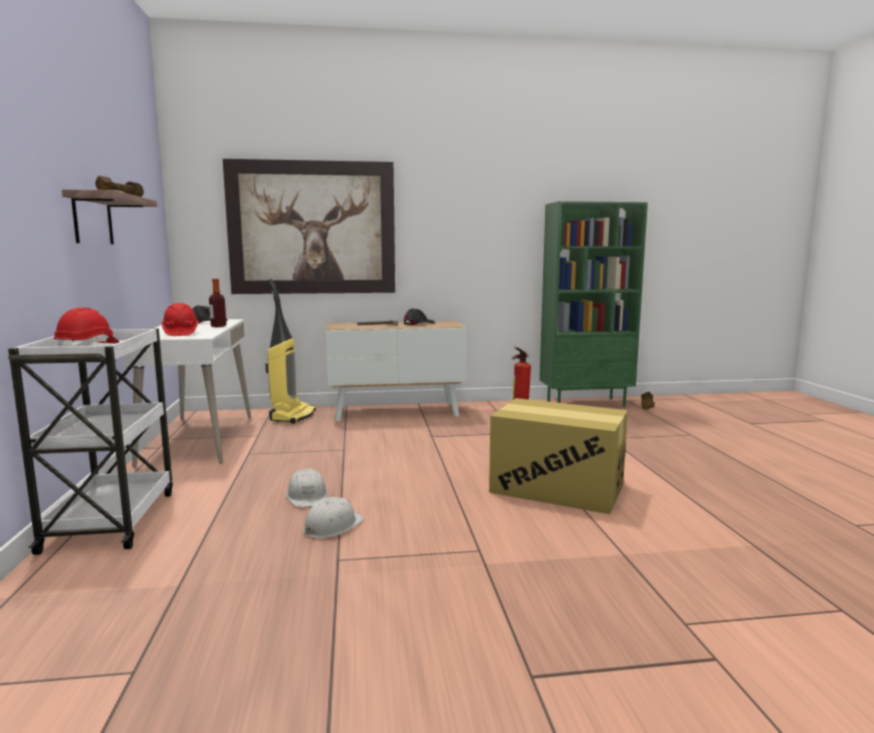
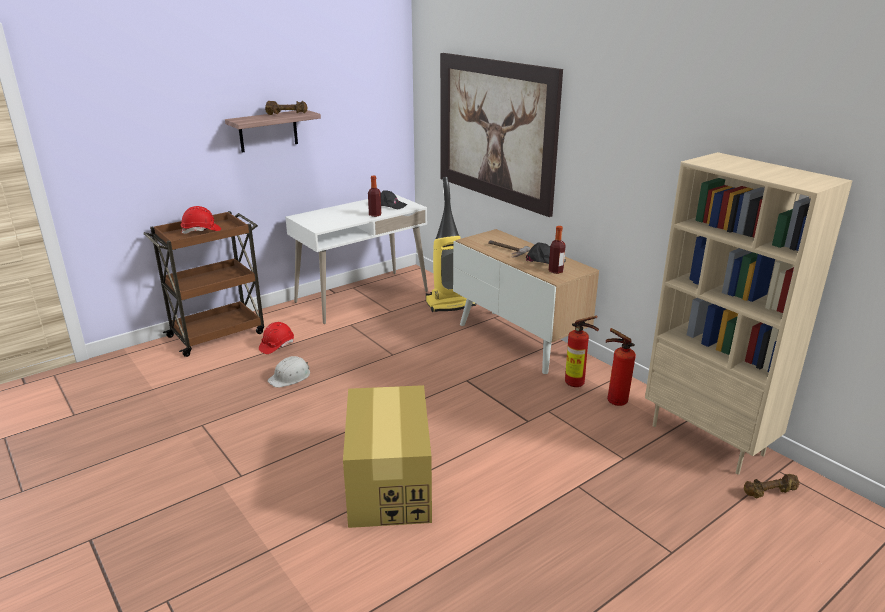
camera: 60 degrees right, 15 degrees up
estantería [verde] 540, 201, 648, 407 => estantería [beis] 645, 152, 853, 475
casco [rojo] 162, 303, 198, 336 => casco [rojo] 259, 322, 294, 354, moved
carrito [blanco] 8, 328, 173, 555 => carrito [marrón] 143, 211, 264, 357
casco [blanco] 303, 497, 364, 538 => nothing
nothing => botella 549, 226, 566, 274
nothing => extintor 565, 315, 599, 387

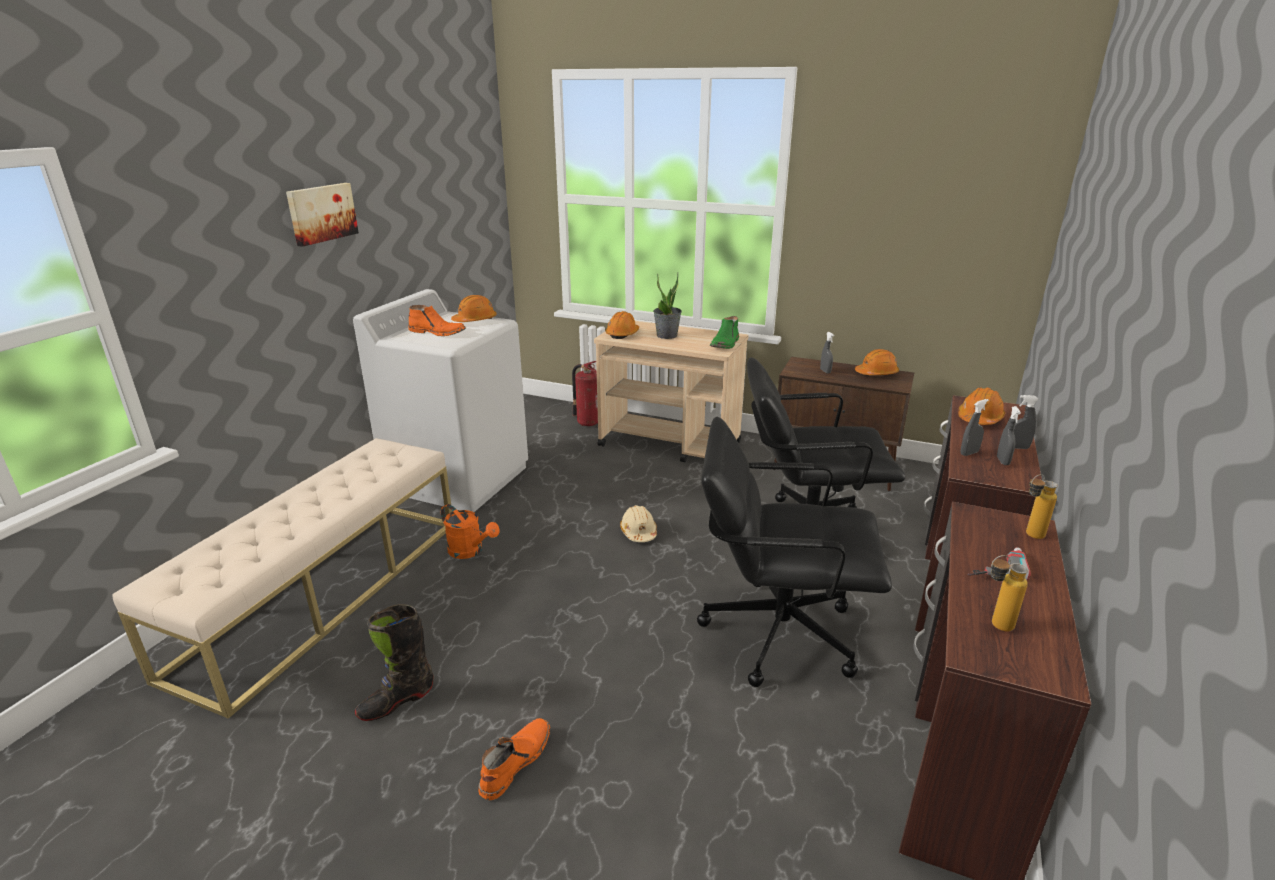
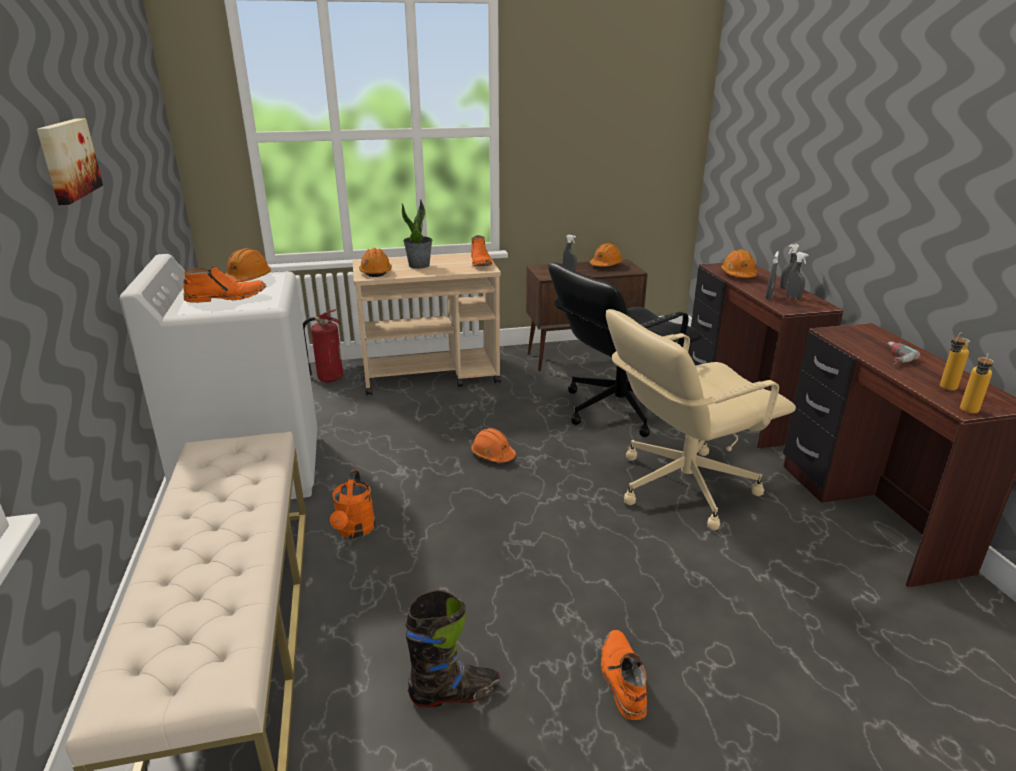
camera: 35 degrees left, 0 degrees up
bota [verde] 710, 316, 739, 349 => bota [naranja] 471, 235, 492, 266
silla de oficina [negro] 697, 417, 892, 687 => silla de oficina [beis] 606, 309, 796, 530
botella 1026, 474, 1058, 539 => botella 960, 353, 994, 414, moved
regadera [naranja] 441, 504, 500, 559 => regadera [naranja] 330, 470, 376, 538, 90 degrees clockwise
casco [beis] 620, 505, 657, 542 => casco [naranja] 471, 428, 516, 463
bota [negro] 355, 604, 434, 721 => bota [negro] 406, 590, 500, 708, 120 degrees counterclockwise

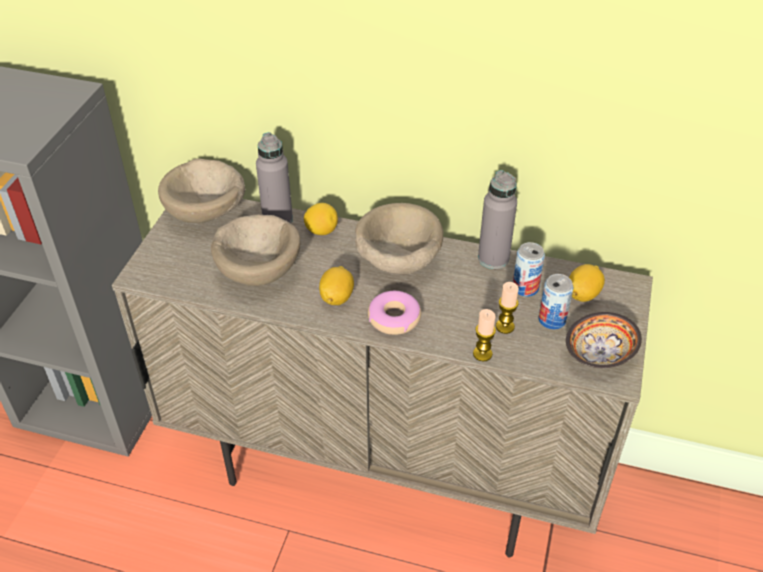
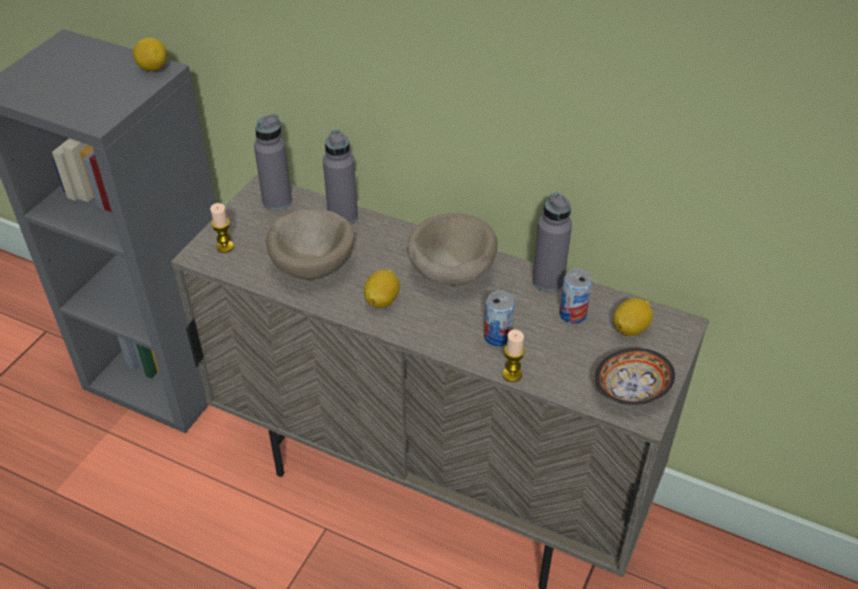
camera: 10 degrees right, 0 degrees up
cuenco [beis] 158, 158, 245, 223 => botella [gris] 254, 114, 292, 211
limón 304, 203, 338, 235 => limón 133, 38, 167, 71, moved
lata 538, 274, 574, 330 => lata 484, 291, 515, 346, moved
vela 496, 282, 519, 334 => vela 210, 203, 234, 253, moved
rosquilla 368, 291, 421, 335 => nothing

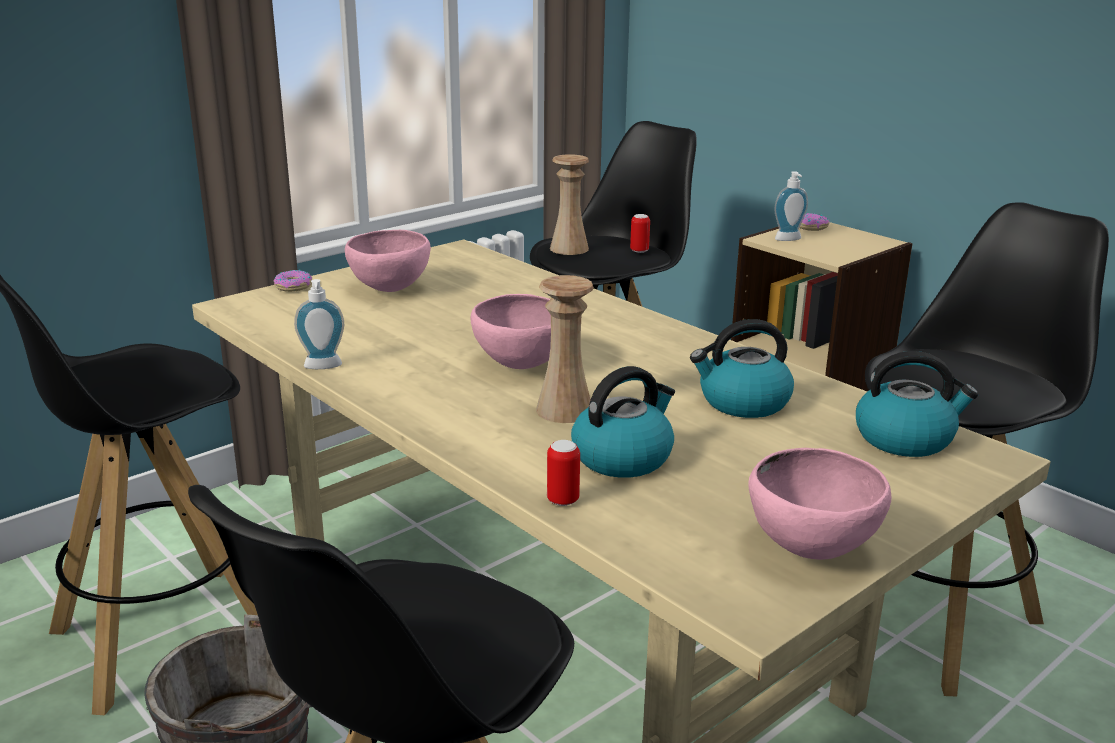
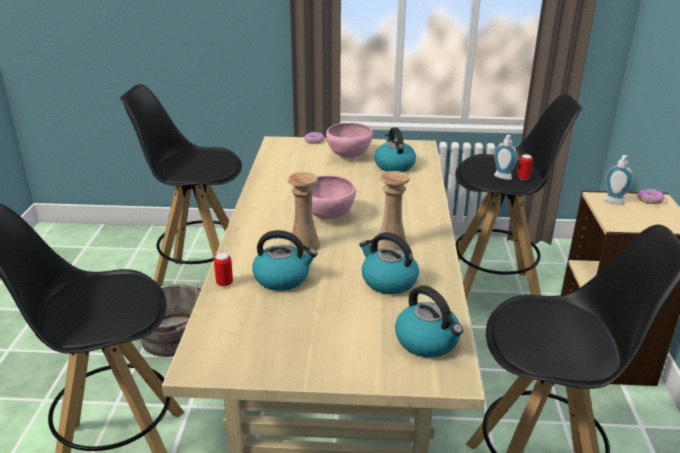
camera: 45 degrees right, 5 degrees up
florero [beis] 550, 154, 589, 255 => florero [beis] 377, 171, 410, 250, moved
dispensador de jabón 294, 279, 344, 369 => dispensador de jabón 494, 135, 518, 180, moved
cuenco [rosa] 748, 448, 891, 560 => nothing
nothing => hervidor 374, 127, 416, 172

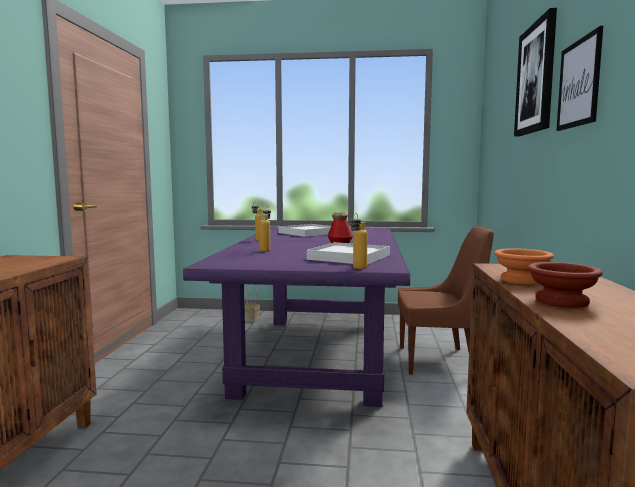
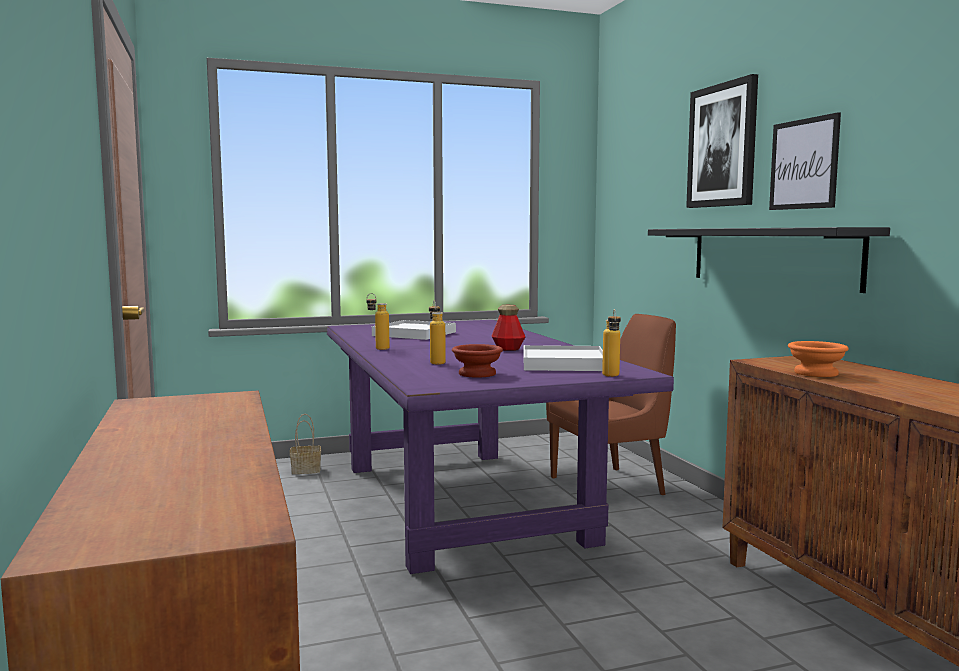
camera: 25 degrees left, 0 degrees up
cuenco [marrón] 528, 262, 603, 308 => cuenco [marrón] 452, 344, 503, 378, moved
nothing => estante [negro] 648, 227, 890, 293

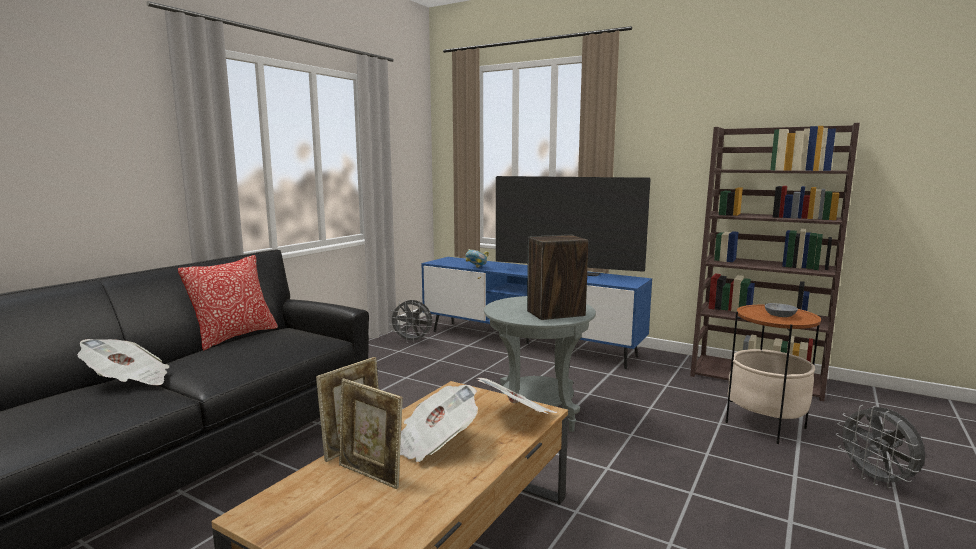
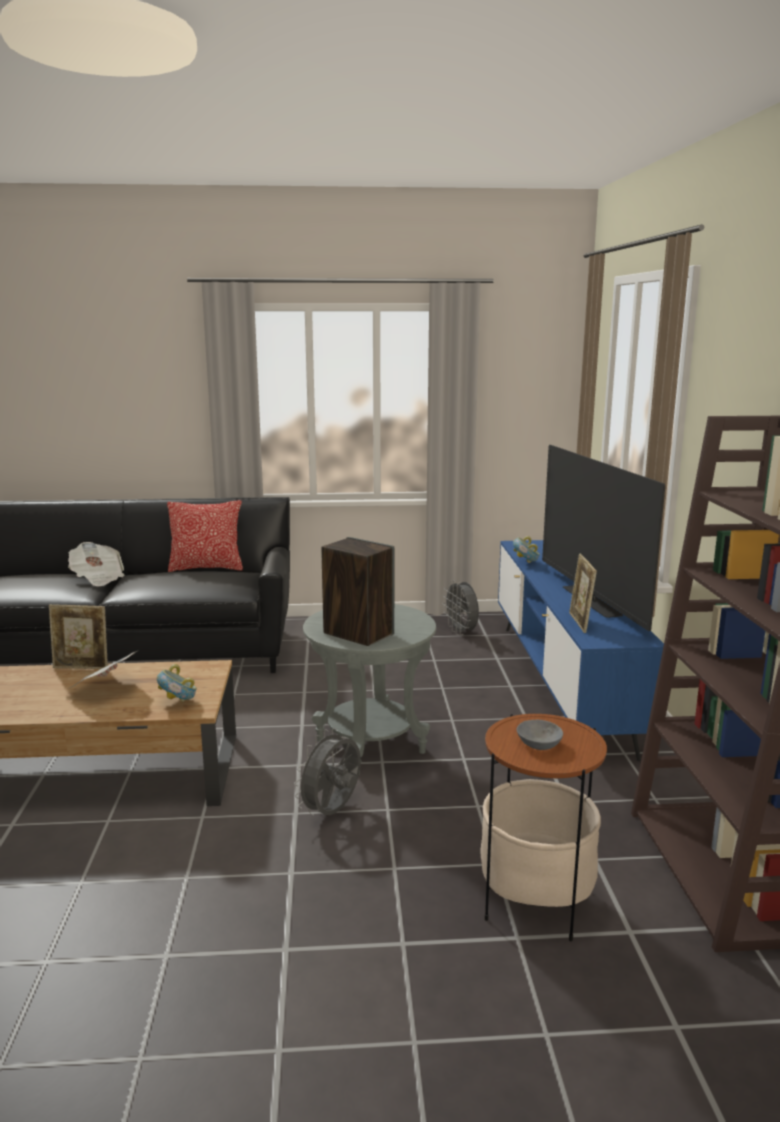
camera: 55 degrees right, 5 degrees up
portarretratos 339, 378, 403, 489 => portarretratos 569, 554, 597, 633, moved
periódico 477, 378, 558, 414 => cuenco 157, 664, 197, 702
ventilador [gris] 836, 405, 925, 488 => ventilador [gris] 294, 728, 361, 816, moved

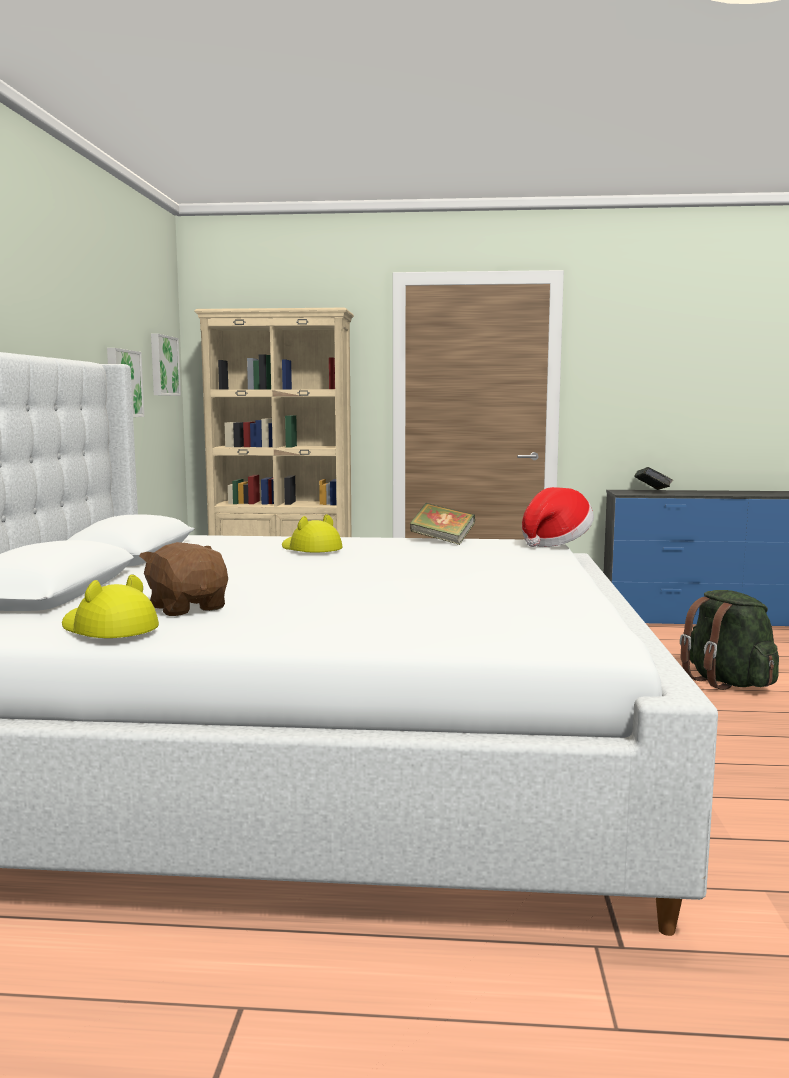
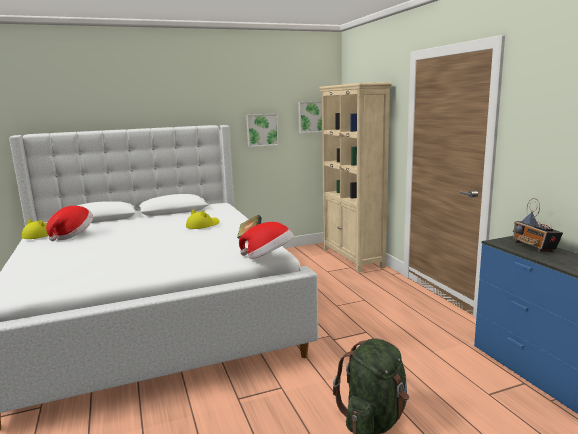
camera: 65 degrees right, 5 degrees up
libro 635, 467, 673, 490 => radio 513, 198, 563, 252
peluche [marrón] 139, 542, 228, 616 => sombrero 46, 206, 93, 241

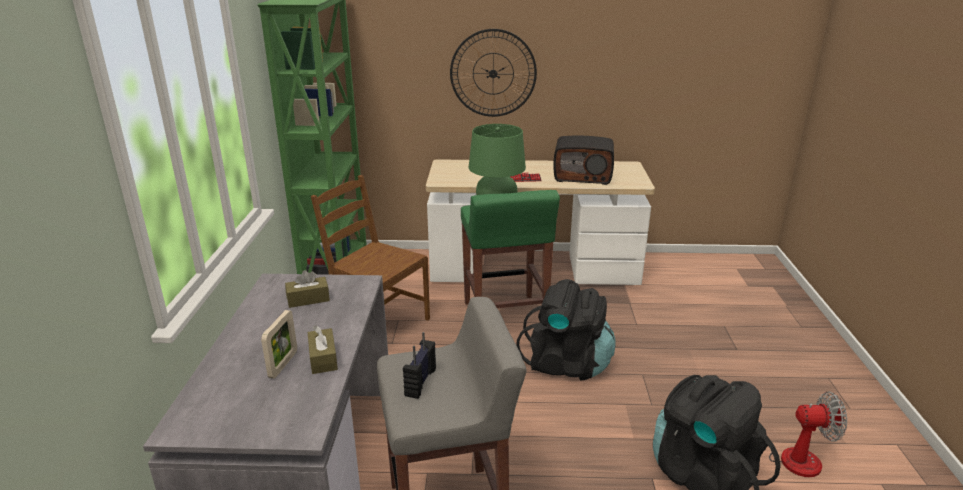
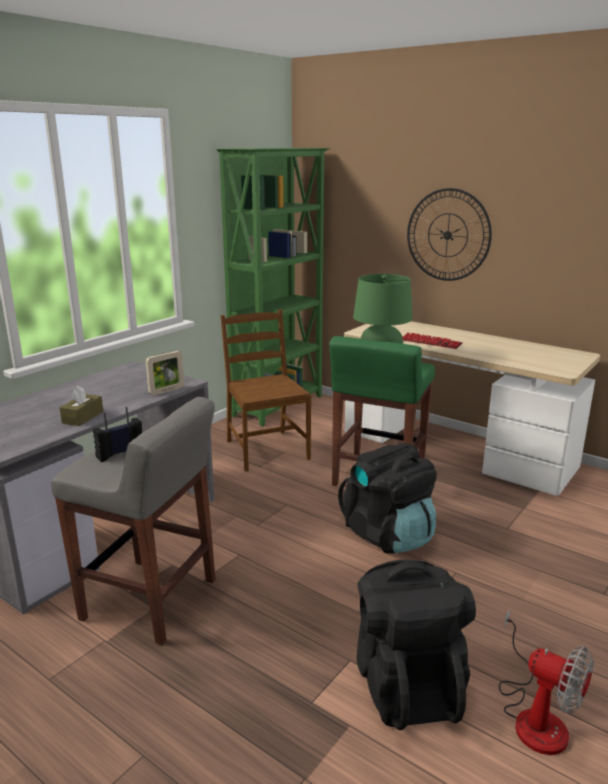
camera: 35 degrees right, 5 degrees down
radio 553, 136, 614, 185 => nothing
caja de pañuelos [marrón] 285, 270, 330, 308 => nothing
portarretratos 261, 310, 297, 379 => portarretratos 146, 351, 185, 396, moved

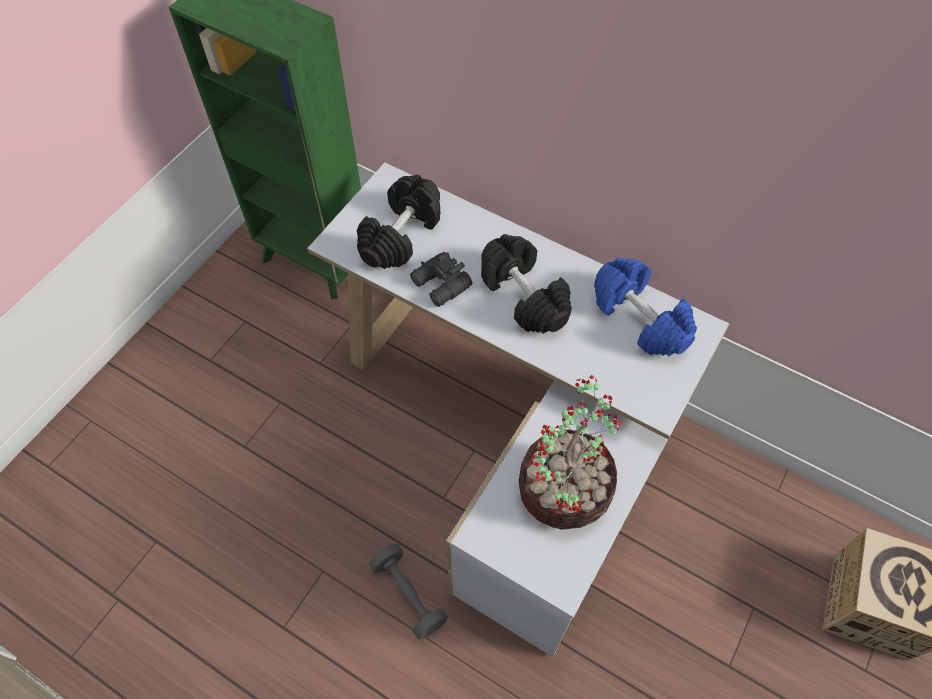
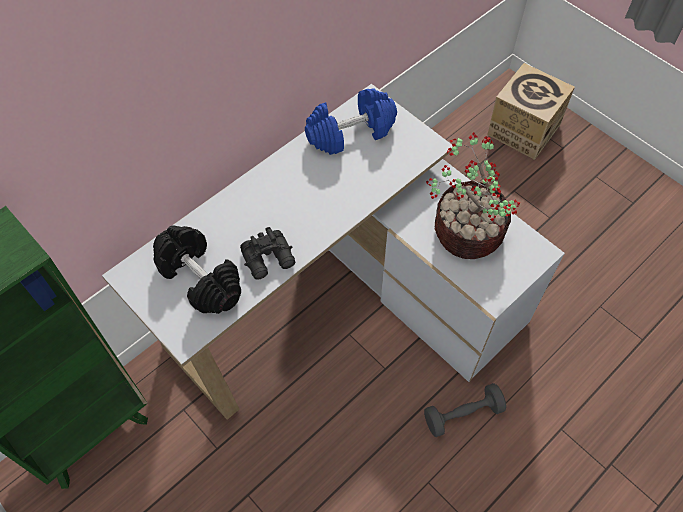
camera: 75 degrees left, 0 degrees up
mancuerna [negro] 481, 234, 572, 334 => nothing

